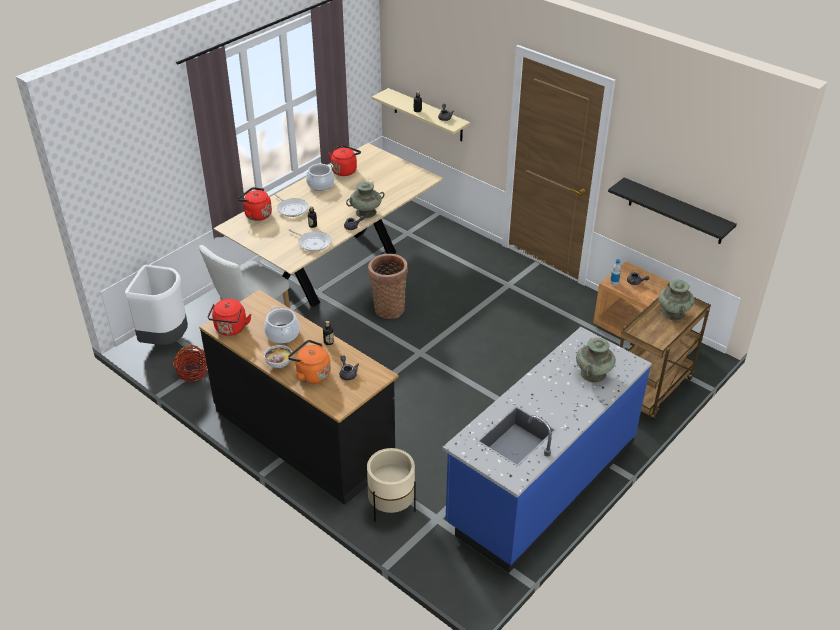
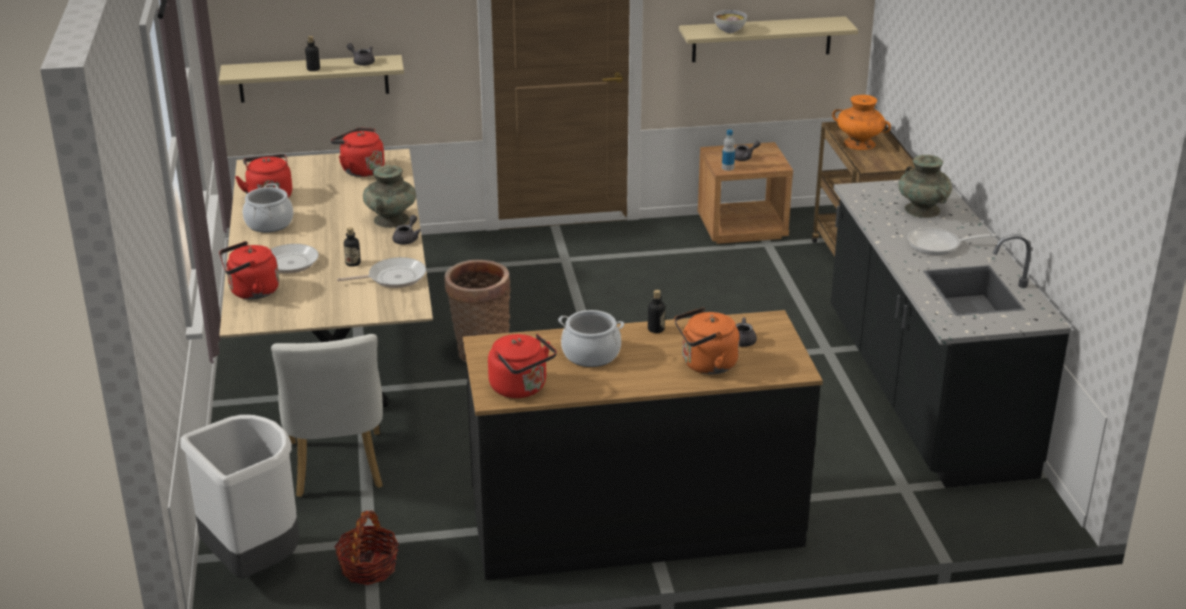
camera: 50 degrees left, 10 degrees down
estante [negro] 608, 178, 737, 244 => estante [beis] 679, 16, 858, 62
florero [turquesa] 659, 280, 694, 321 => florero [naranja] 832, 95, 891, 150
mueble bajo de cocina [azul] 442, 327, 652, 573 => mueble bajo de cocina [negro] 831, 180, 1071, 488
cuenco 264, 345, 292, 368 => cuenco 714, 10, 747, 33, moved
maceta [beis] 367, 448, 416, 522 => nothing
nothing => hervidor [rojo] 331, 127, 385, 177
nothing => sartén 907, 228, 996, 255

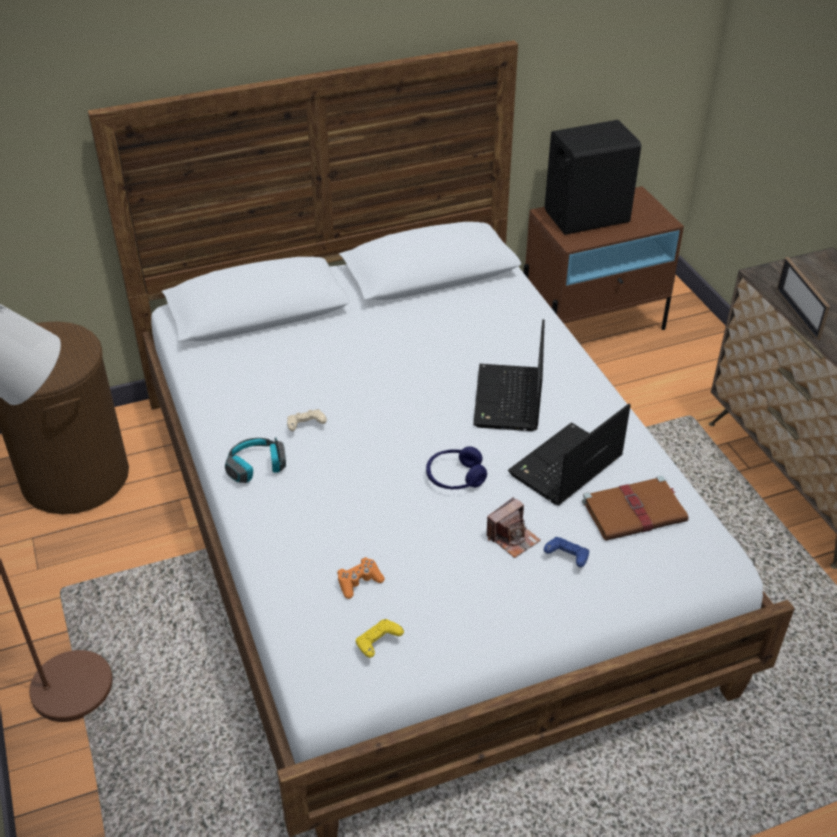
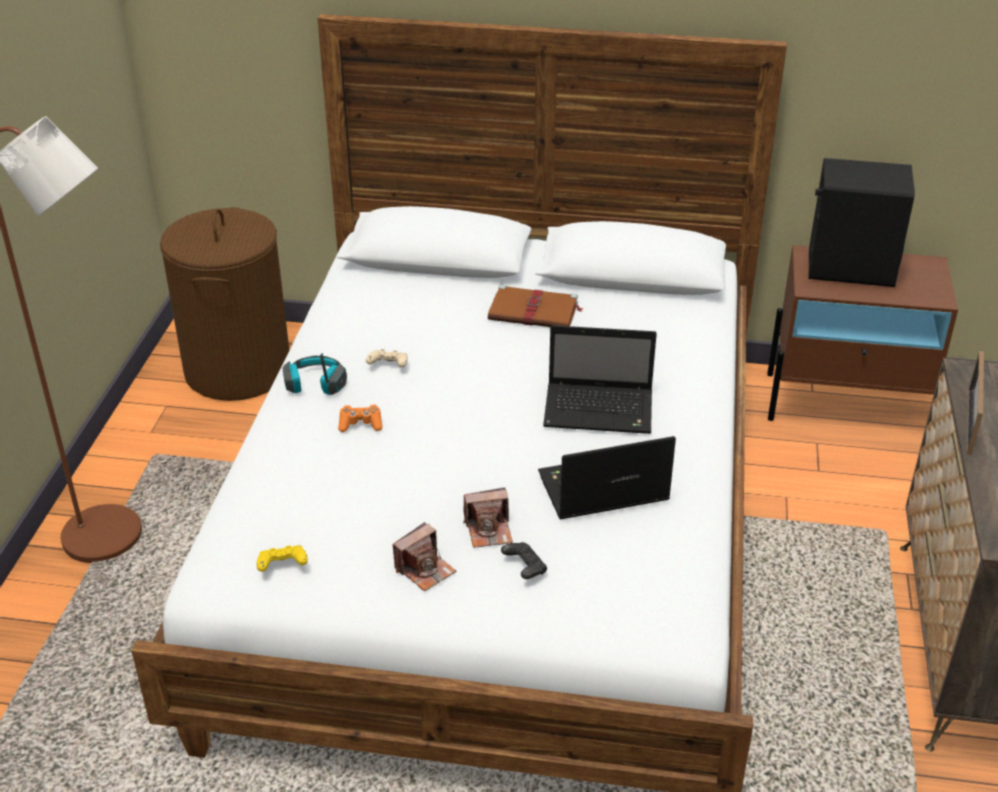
camera: 30 degrees right, 5 degrees down
portátil 473, 319, 545, 431 => portátil 543, 325, 657, 434, 120 degrees counterclockwise
auriculares [azul] 426, 446, 487, 490 => nothing
libro [marrón] 582, 476, 689, 541 => libro [marrón] 488, 285, 584, 327, moved
mando de consola [azul] 544, 537, 589, 567 => mando de consola [negro] 501, 542, 547, 579
mando de consola [naranja] 337, 557, 385, 599 => mando de consola [naranja] 338, 405, 382, 432, moved
nothing => cámara 393, 522, 456, 591

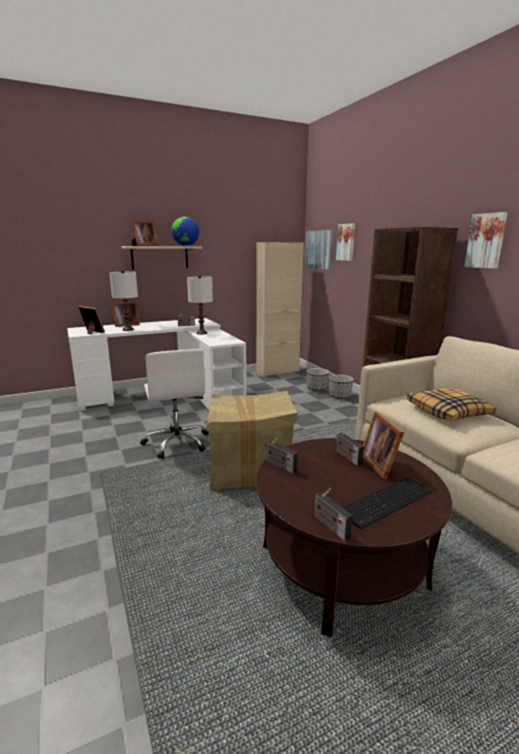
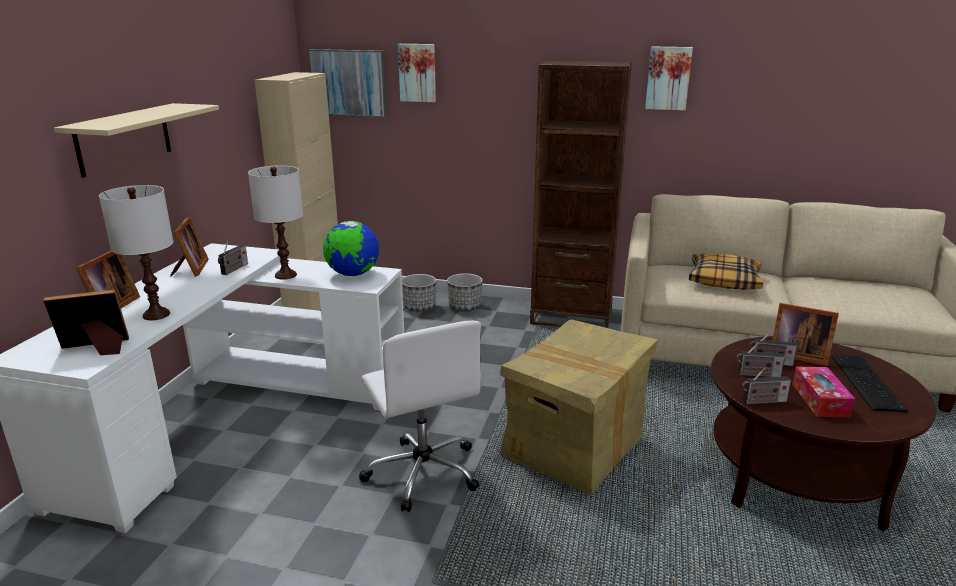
camera: 50 degrees left, 5 degrees up
globo terráqueo 172, 217, 199, 246 => globo terráqueo 323, 221, 379, 276, moved
portarretratos 131, 220, 159, 246 => portarretratos 170, 217, 209, 277, moved
silla de oficina [blanco] 140, 349, 209, 459 => silla de oficina [blanco] 359, 320, 481, 512, 45 degrees clockwise
radio 314, 488, 353, 541 => radio 737, 342, 785, 377, moved
nothing => caja de pañuelos 792, 367, 855, 417

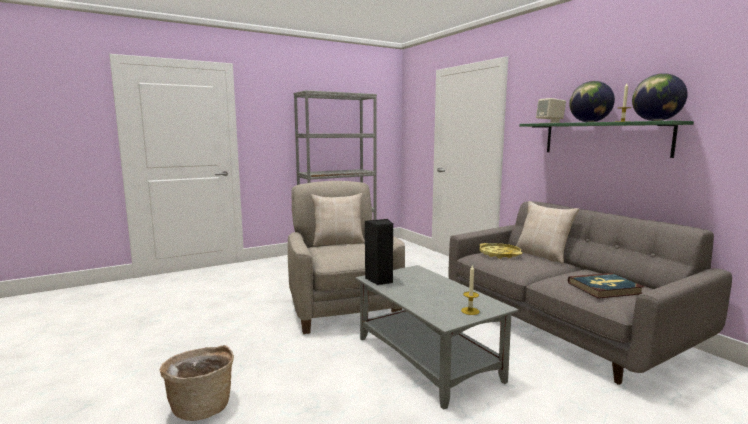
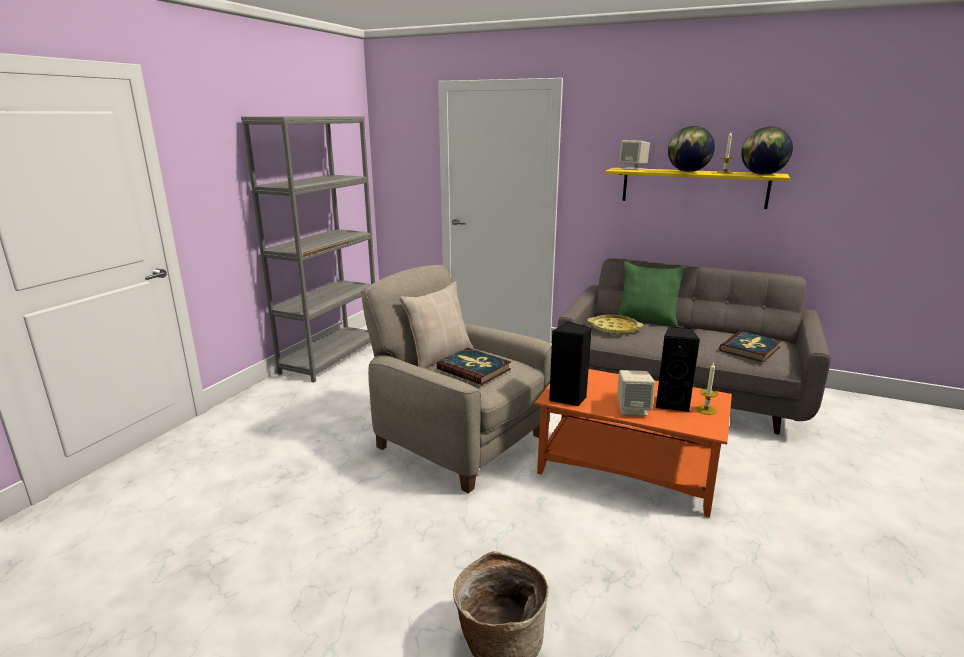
camera: 35 degrees left, 10 degrees up
estante [verde] 519, 121, 694, 158 => estante [amarillo] 605, 168, 790, 209
cojín [beis] 516, 201, 579, 264 => cojín [verde] 618, 262, 686, 327
mesa de centro [gris] 355, 265, 518, 410 => mesa de centro [naranja] 535, 369, 732, 518
nothing => altavoz [negro] 655, 326, 700, 412
nothing => libro 436, 348, 511, 385
nothing => altavoz [beis] 617, 370, 655, 416

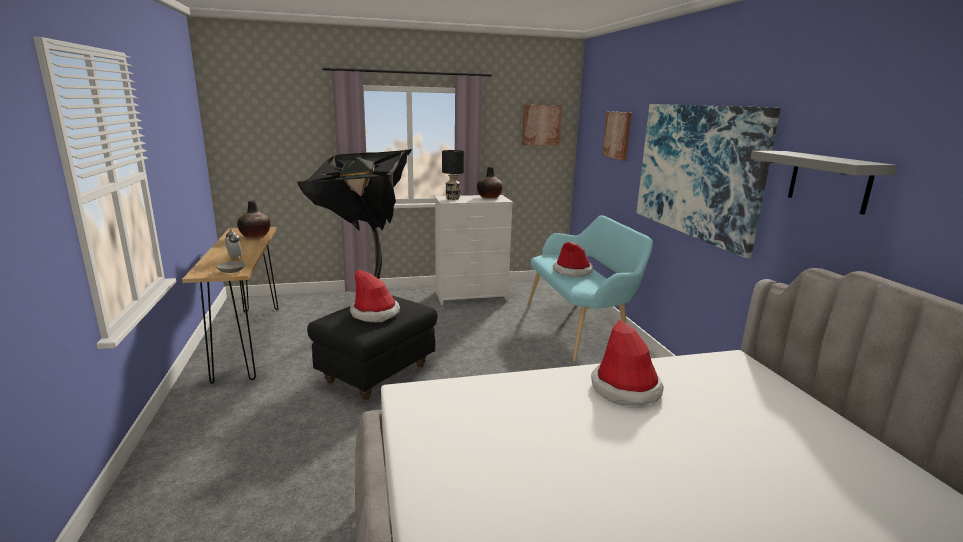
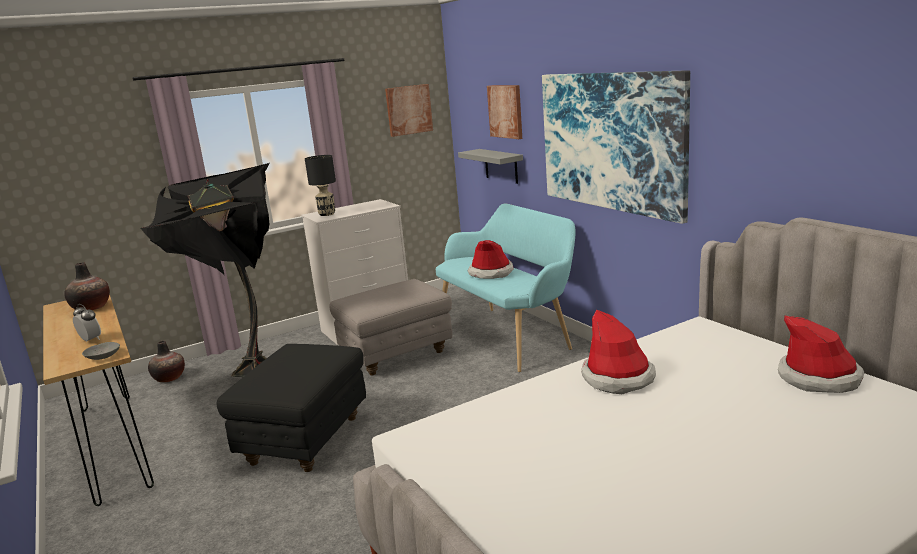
camera: 15 degrees left, 0 degrees up
estante [gris] 751, 151, 897, 215 => estante [gris] 458, 149, 523, 184, moved
florero 477, 167, 503, 198 => florero 148, 341, 185, 382, moved
sombrero 350, 269, 400, 322 => sombrero 778, 316, 864, 393, moved
nothing => puf [gris] 329, 279, 452, 375

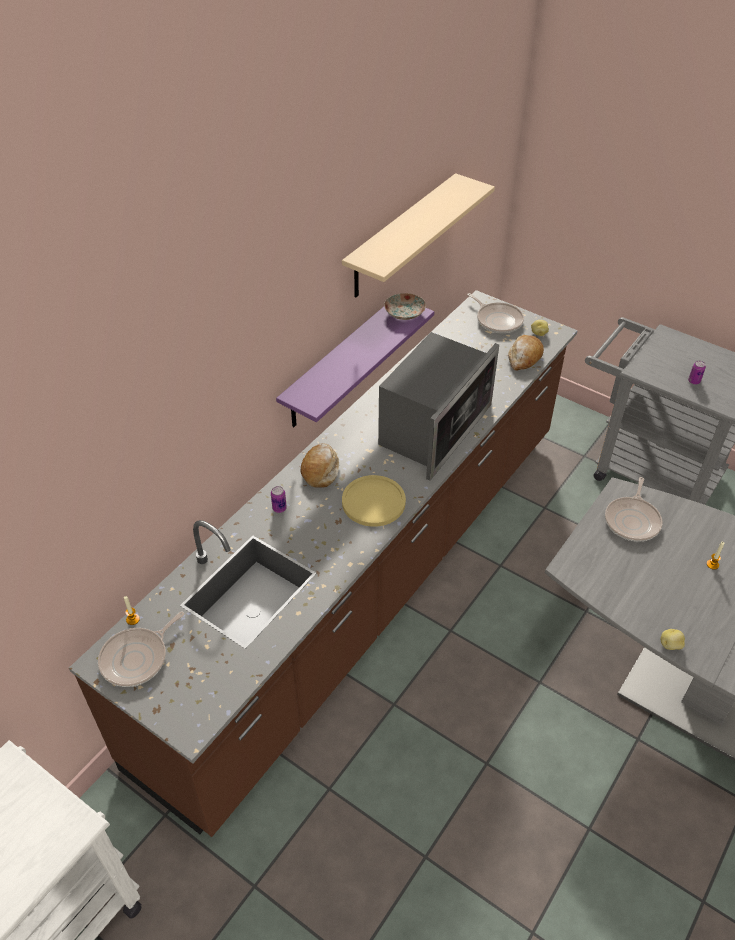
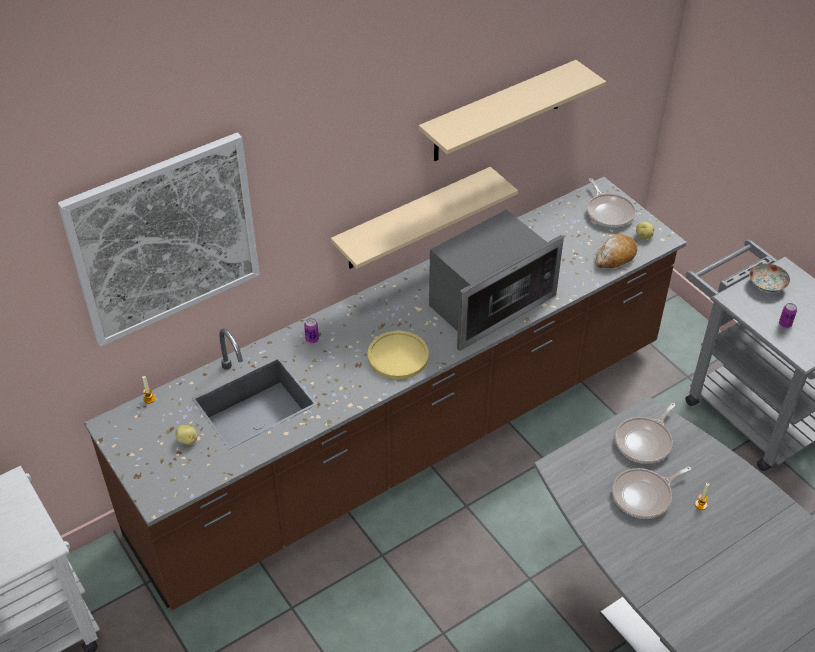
camera: 20 degrees right, 0 degrees up
plato 384, 293, 426, 320 => plato 749, 263, 790, 292, moved
estante [morado] 276, 307, 434, 427 => estante [beis] 331, 167, 518, 269
pan 301, 443, 339, 488 => nothing
sartén 98, 612, 184, 687 => sartén 612, 467, 691, 519, moved
patata 661, 629, 685, 650 => patata 175, 425, 197, 445, moved
nothing => cuadro 58, 132, 260, 346

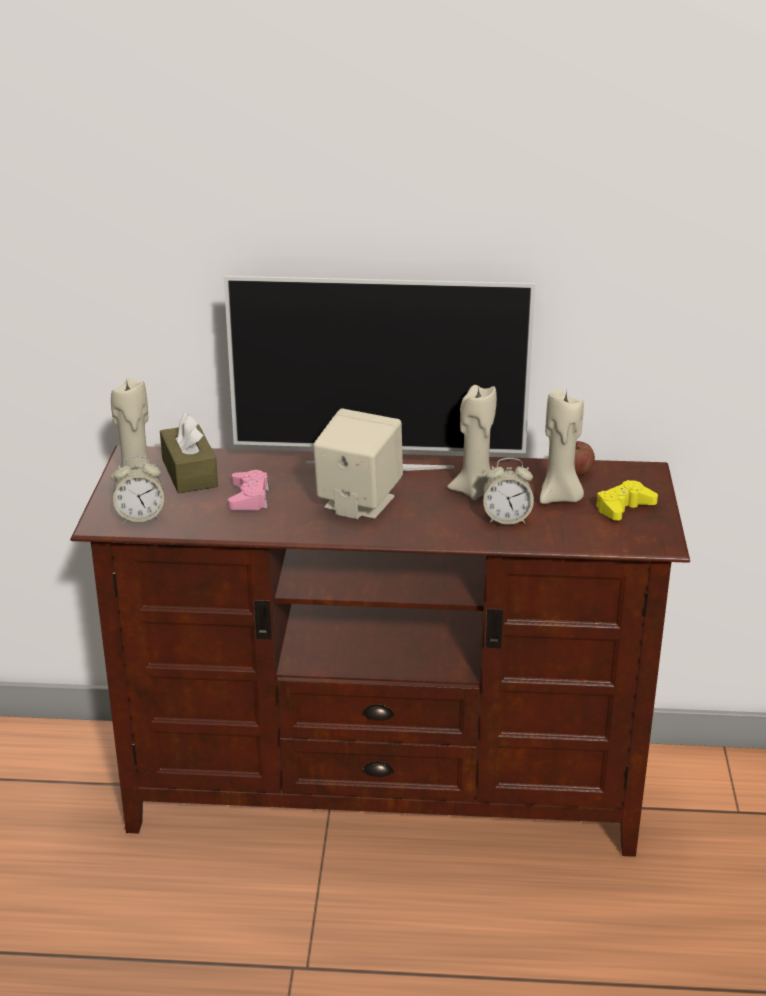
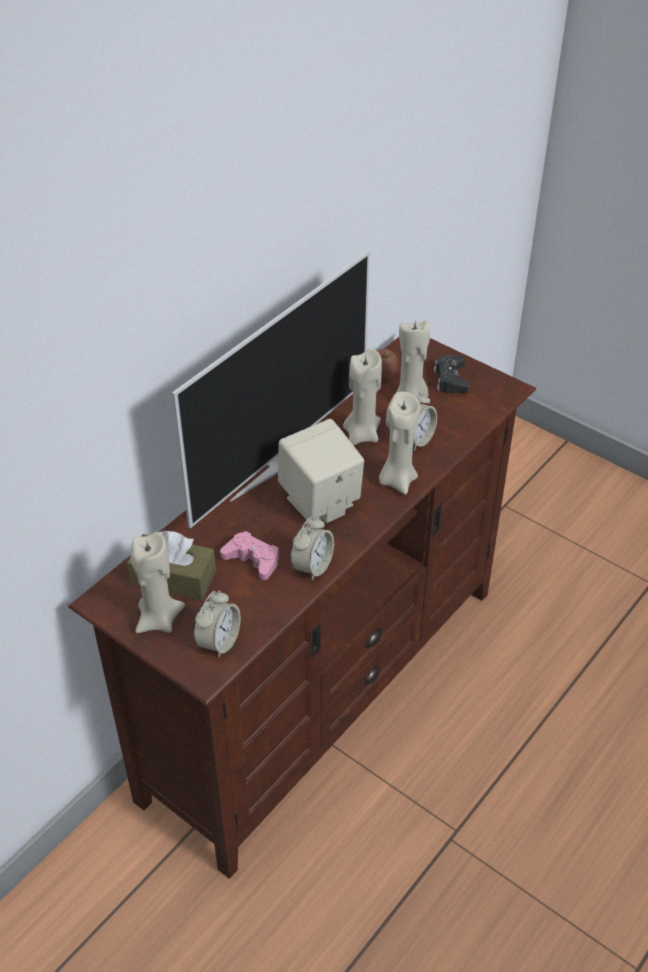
camera: 55 degrees left, 15 degrees up
mando de consola [amarillo] 596, 480, 658, 521 => mando de consola [negro] 434, 355, 470, 393
nothing => vela [beis] 379, 392, 420, 495
nothing => despertador 290, 516, 334, 581

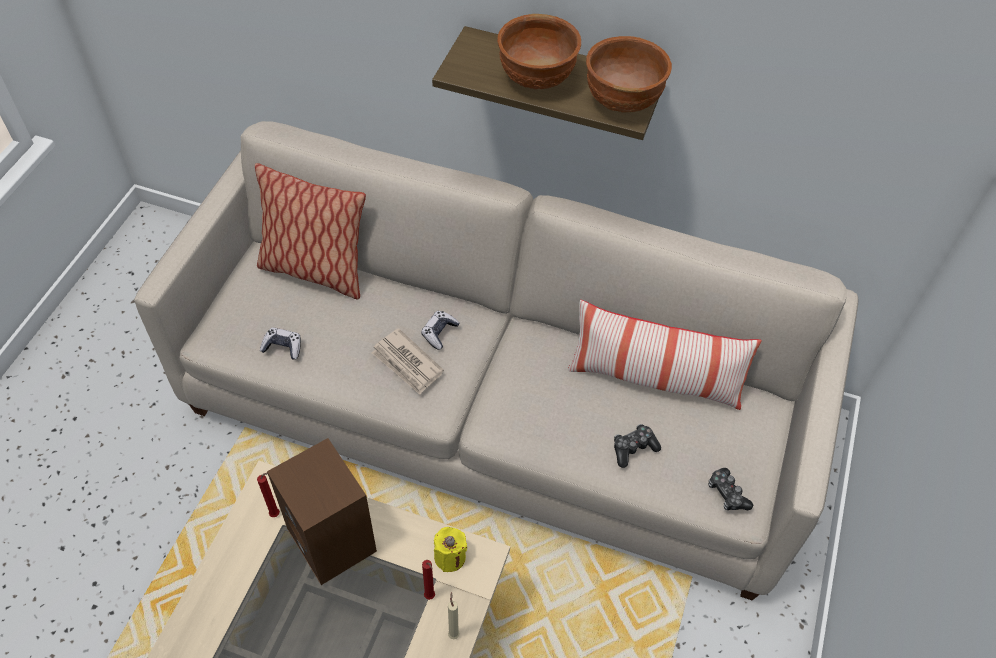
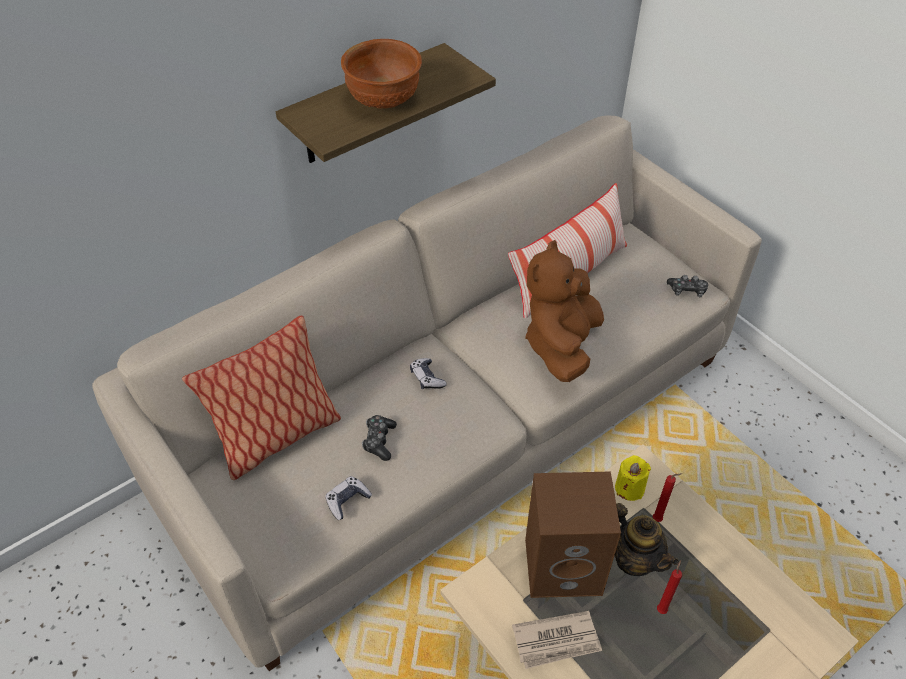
camera: 55 degrees left, 5 degrees down
cuenco [marrón] 586, 36, 672, 113 => nothing
periódico 372, 328, 444, 395 => periódico 512, 611, 602, 669, moved
mando de consola 614, 424, 661, 468 => mando de consola 362, 415, 397, 461, moved
vela [rojo] 257, 473, 280, 517 => vela [rojo] 657, 560, 682, 614, moved
vela [beis] 448, 592, 460, 639 => nothing
nothing => peluche [marrón] 525, 240, 604, 382
nothing => tetera 615, 503, 678, 576

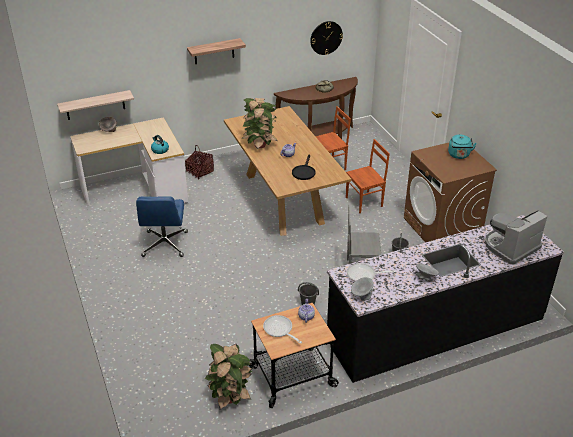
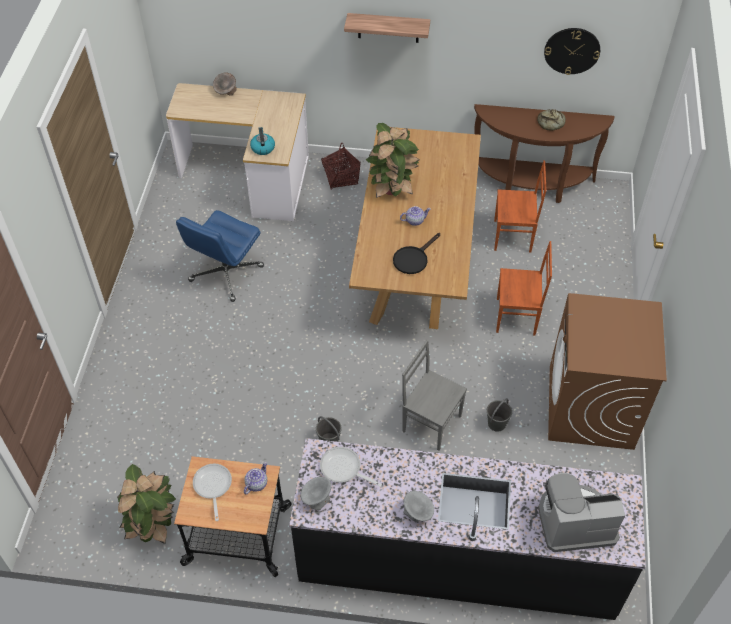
camera: 30 degrees right, 15 degrees up
estante 57, 90, 134, 120 => nothing
hervidor [turquesa] 448, 135, 477, 159 => nothing

